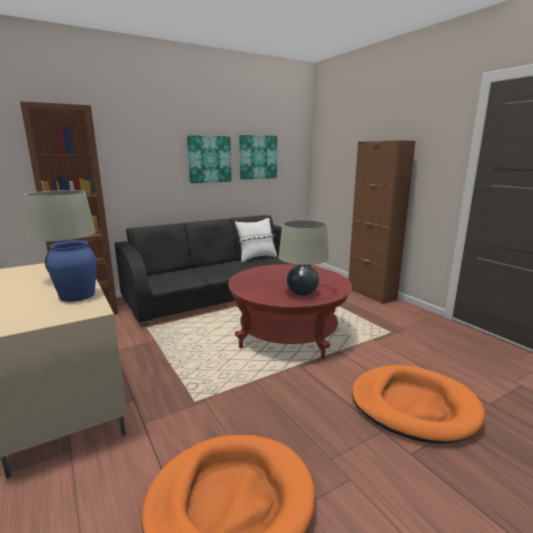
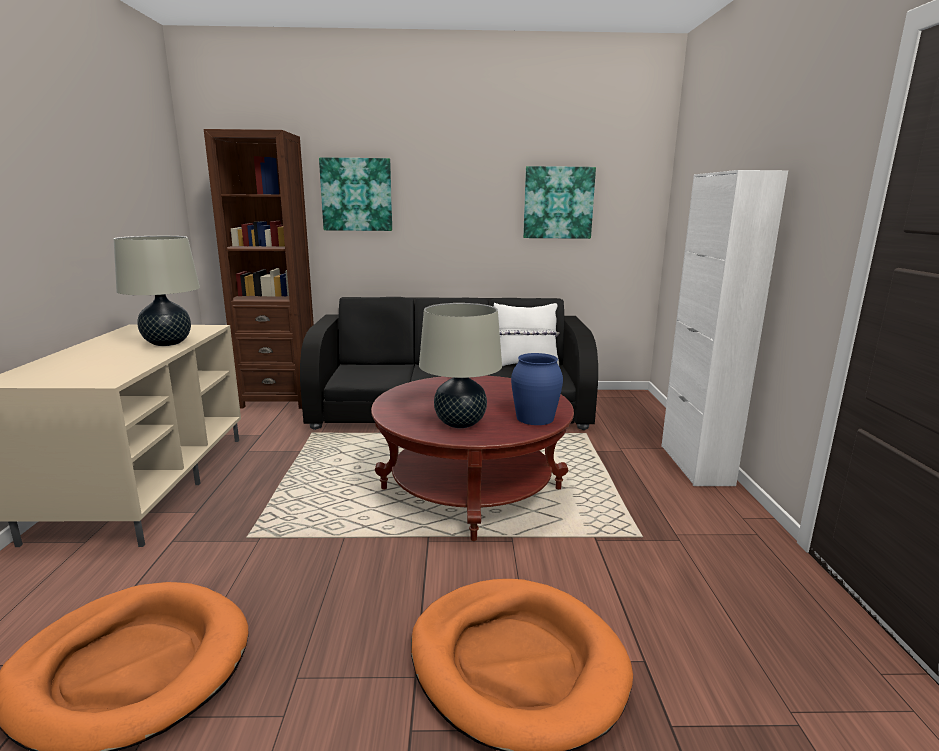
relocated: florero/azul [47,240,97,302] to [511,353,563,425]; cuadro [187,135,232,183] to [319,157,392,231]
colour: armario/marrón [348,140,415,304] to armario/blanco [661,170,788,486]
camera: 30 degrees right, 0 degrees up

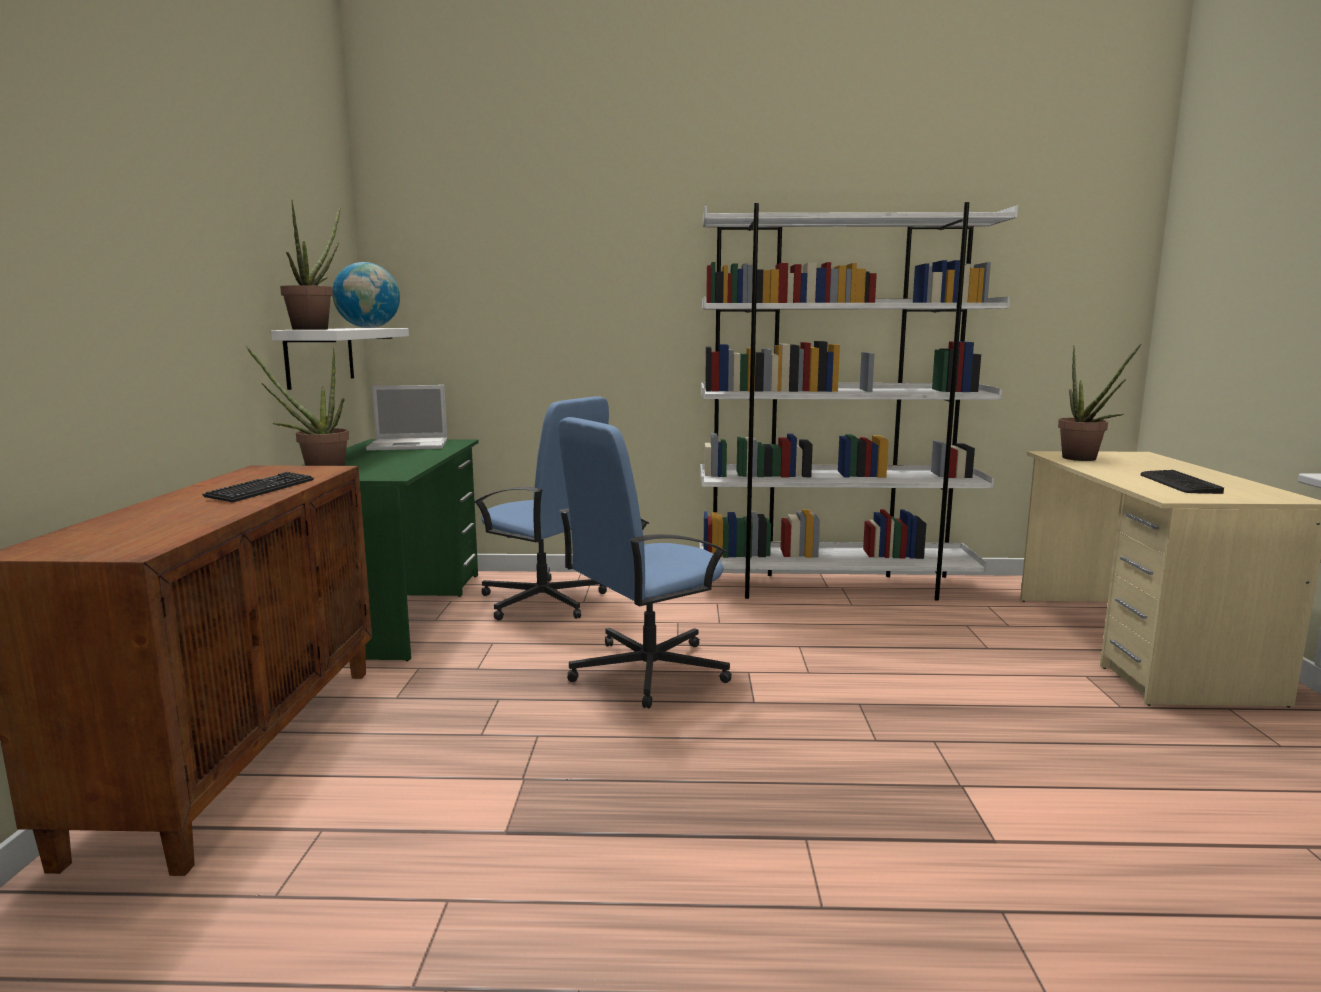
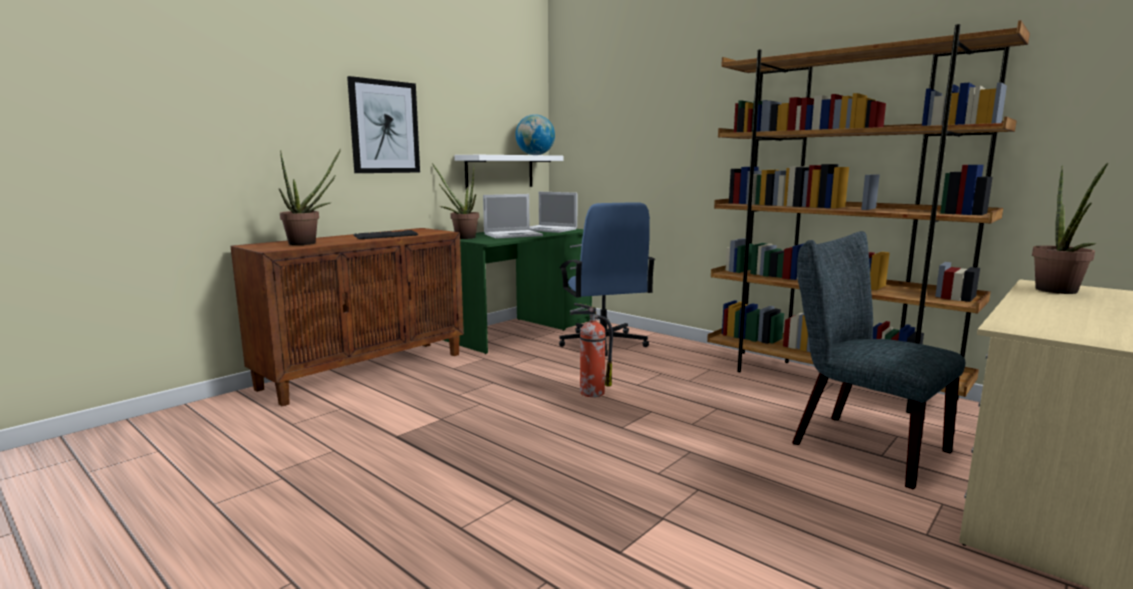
missing: teclado [1140,470,1224,494]
appeared: cuadro [347,76,420,173]; portátil [483,194,543,239]; silla/gris [792,231,965,490]
relocated: planta en maceta [280,200,340,330] to [279,148,341,245]
exchanged: silla de oficina/azul [559,417,732,708] to extintor [570,303,613,397]
colour: estantería/blanco [699,202,1018,601] to estantería/marrón [707,20,1030,413]
camera: 40 degrees right, 0 degrees up

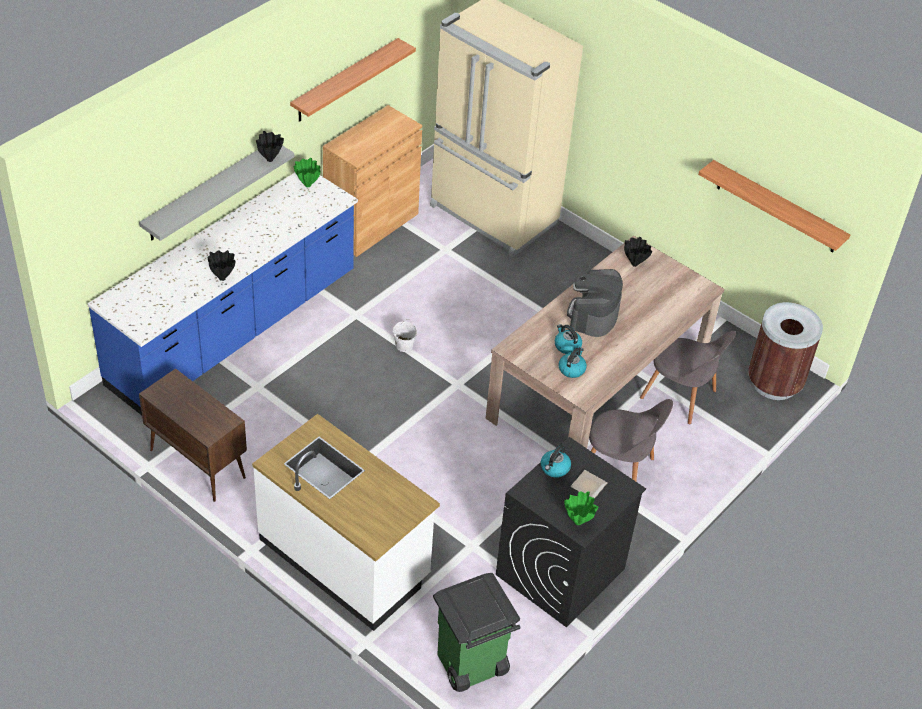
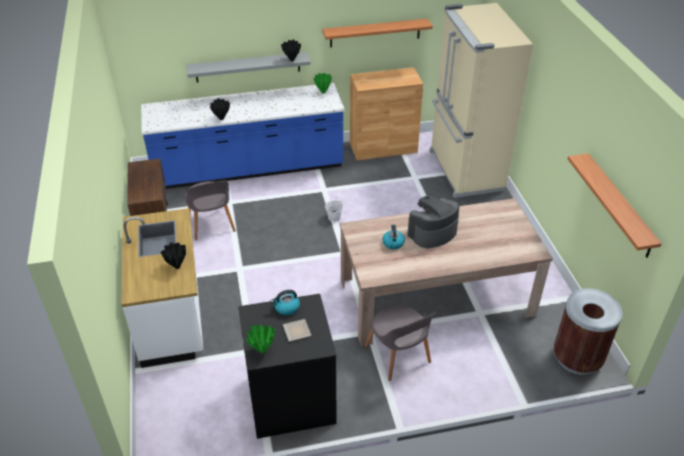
missing: papelera/verde [433,573,520,692]; hervidor [558,347,587,378]
relocated: florero/negro [624,237,652,267] to [161,242,186,269]; silla/gris [640,331,736,424] to [185,181,236,240]
camera: 40 degrees right, 5 degrees down

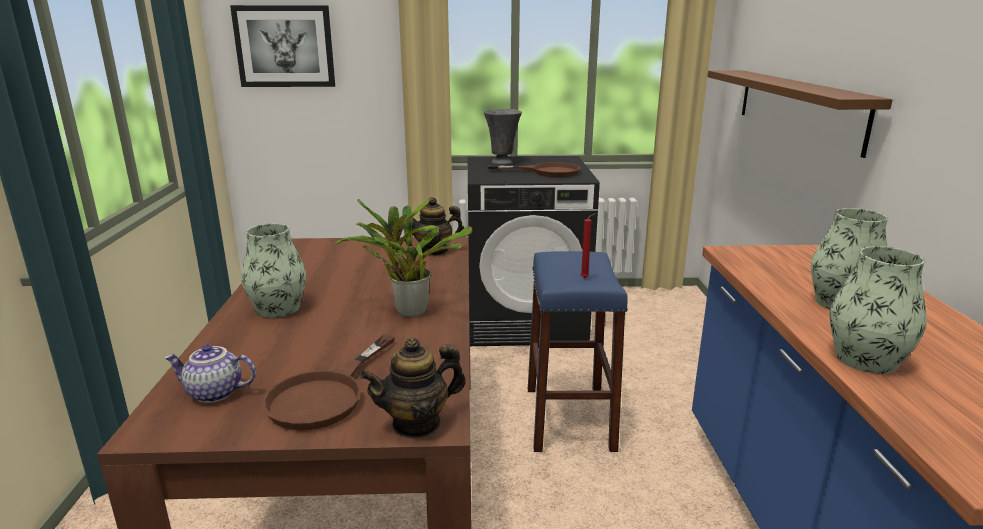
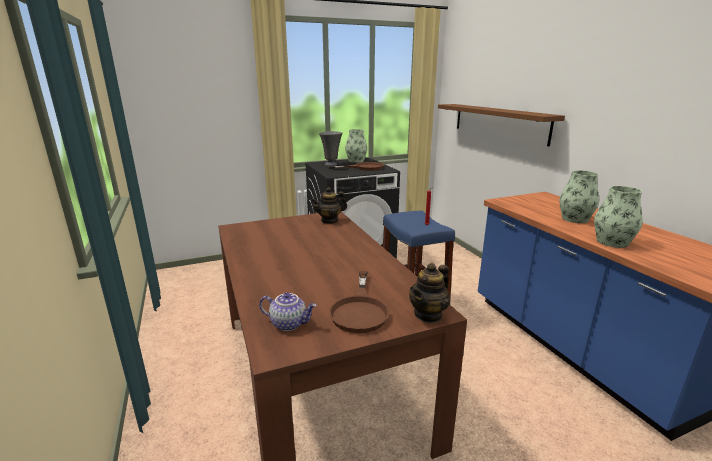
missing: cuadro [230,5,335,87]; planta en maceta [335,199,472,317]
relocated: florero [241,224,306,318] to [345,129,368,163]
spun: tetera [164,344,256,403] = [259,292,317,331] 150 degrees counterclockwise
camera: 20 degrees left, 0 degrees up

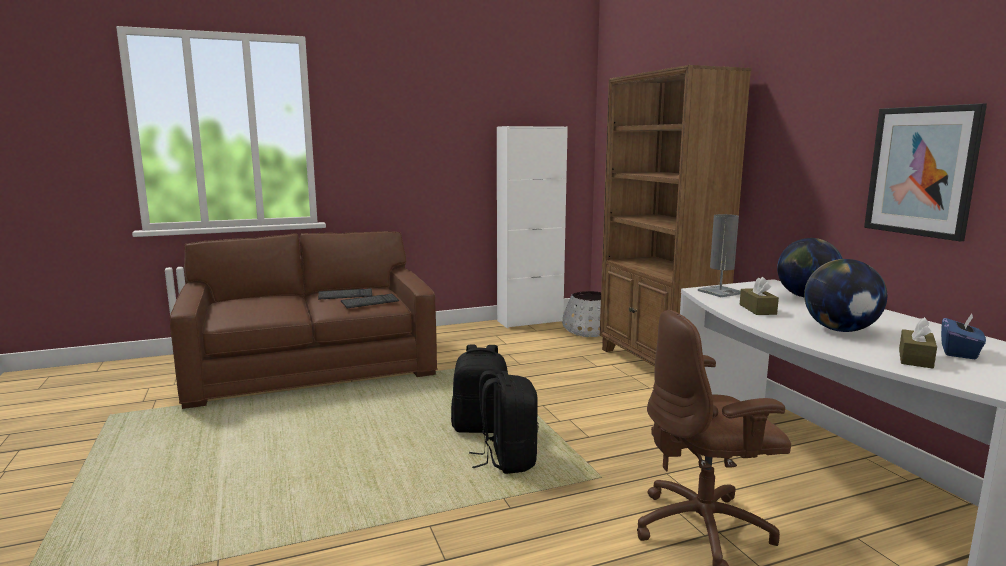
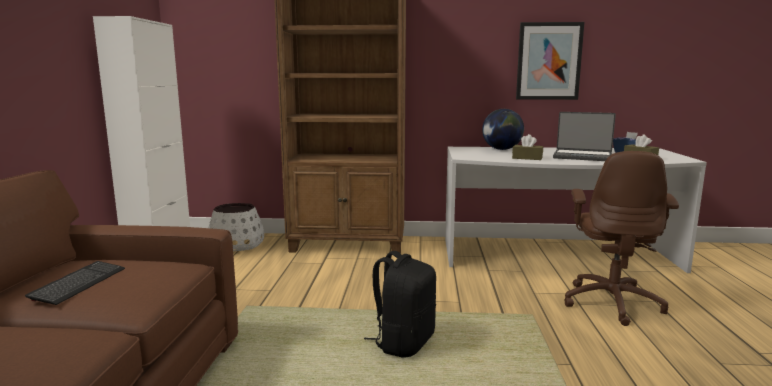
missing: teclado [341,294,399,308]; mochila/negro [469,370,538,474]; lámpara de mesa/gris [698,214,741,297]
exchanged: globo terráqueo [804,259,887,332] to portátil [553,112,616,161]
camera: 65 degrees left, 0 degrees up

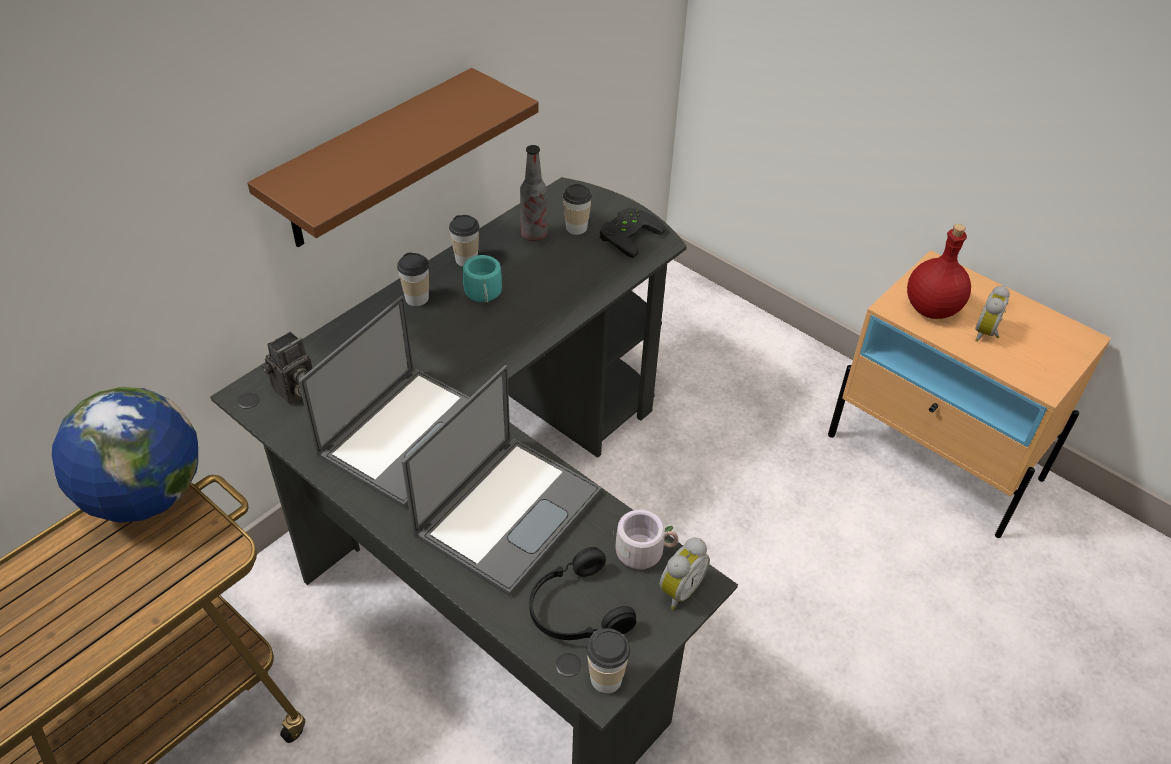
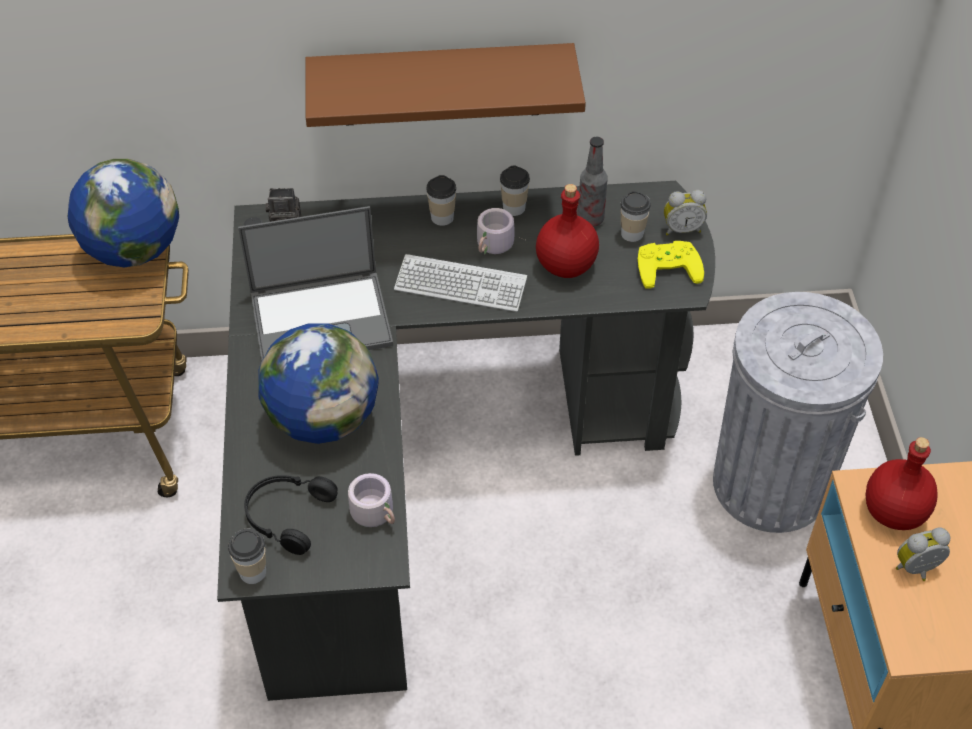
appeared: teclado [394,254,527,312]; botella/rojo [536,184,599,278]; papelera/gris [713,292,883,533]
relocated: despertador [660,538,710,610] to [664,190,707,236]
exchanged: portátil [402,365,602,596] to globo terráqueo [258,323,379,444]
colour: taza grande/turquesa [463,255,504,302] to taza grande/gris [477,208,525,255]; mando de consola/negro [600,208,666,258] to mando de consola/amarillo [638,241,704,289]
camera: 45 degrees right, 5 degrees up

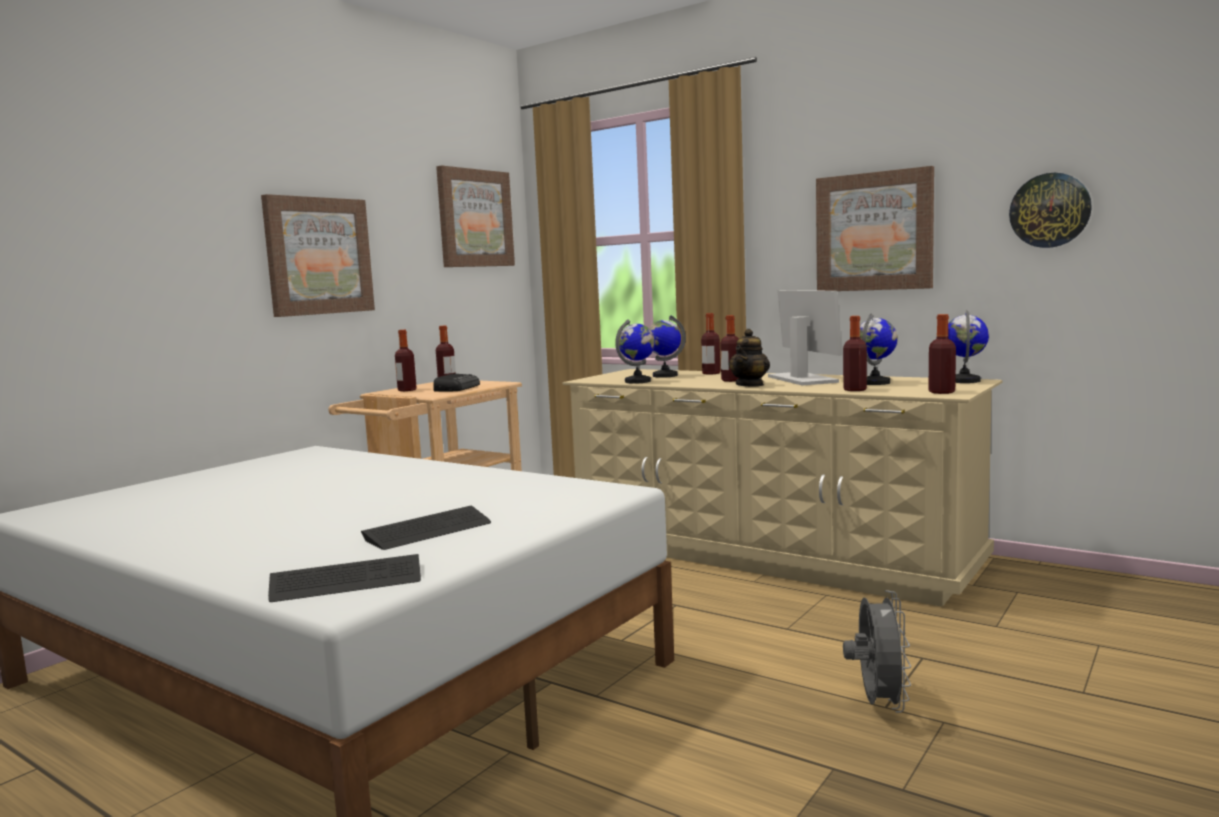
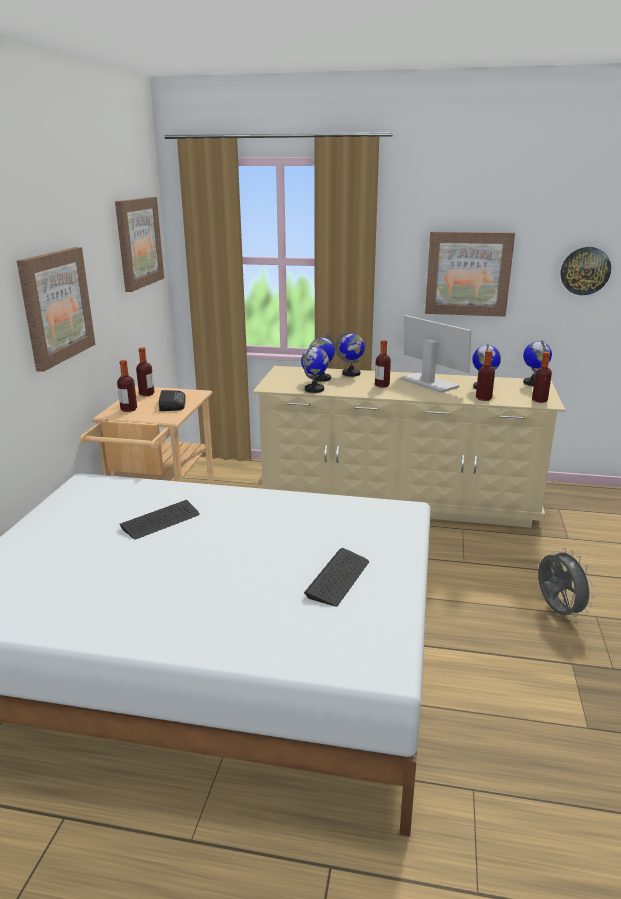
missing: tetera [728,329,770,387]
relocated: teclado [268,554,421,602] to [120,500,200,540]
exchanged: botella [701,313,720,375] to globo terráqueo [335,331,365,376]
camera: 25 degrees left, 15 degrees up

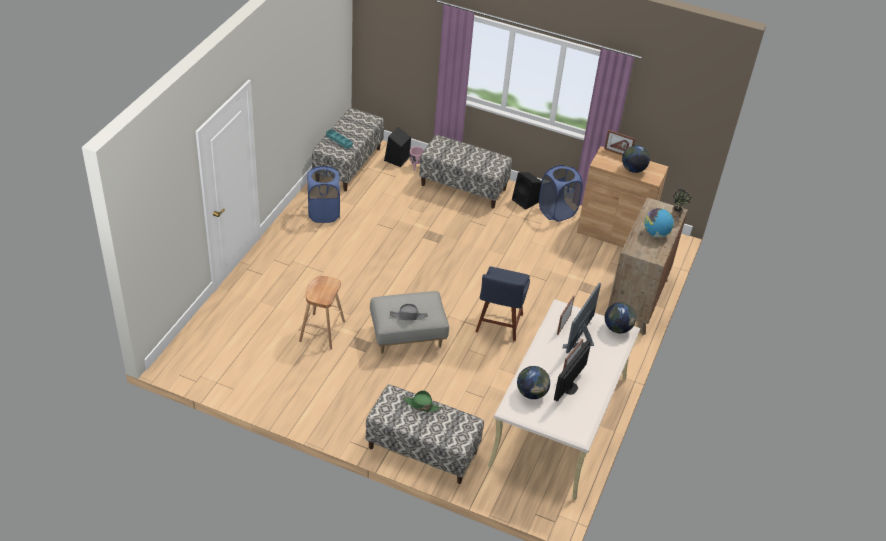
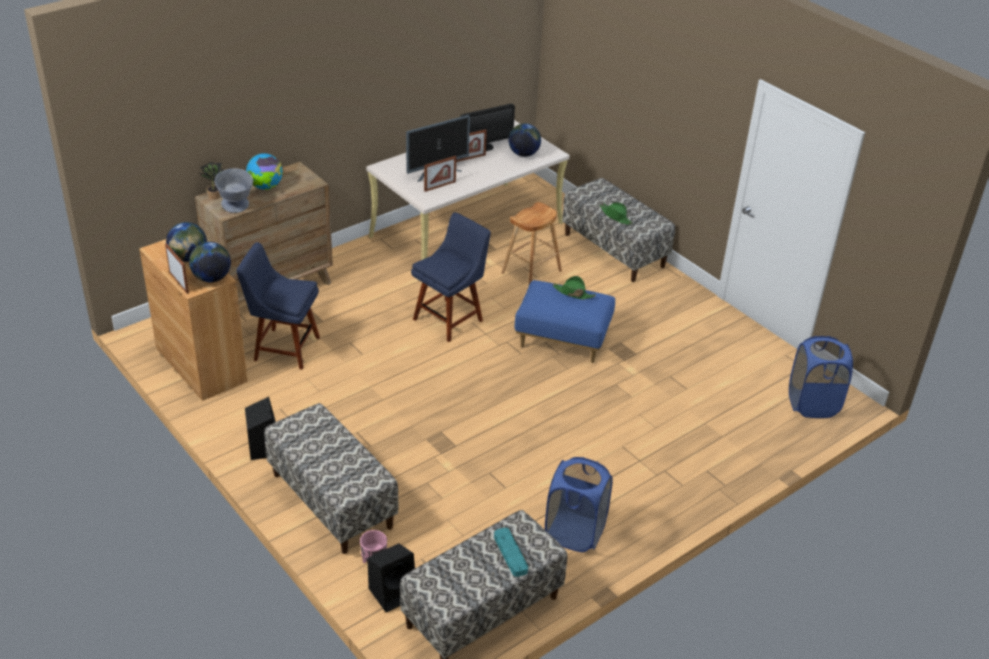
appeared: cuenco/gris [215,168,253,213]; silla/azul [236,242,320,369]
relocated: taburete/marrón [299,276,345,350] to [501,202,562,285]; cesto de la ropa/azul [539,165,583,222] to [789,336,853,418]; globo terráqueo [605,302,636,333] to [189,242,231,282]
colour: puf/gris [370,291,449,354] to puf/azul [515,280,615,363]; sombrero/gris [390,304,427,320] to sombrero/verde [552,276,596,299]
camera: 150 degrees left, 5 degrees down

